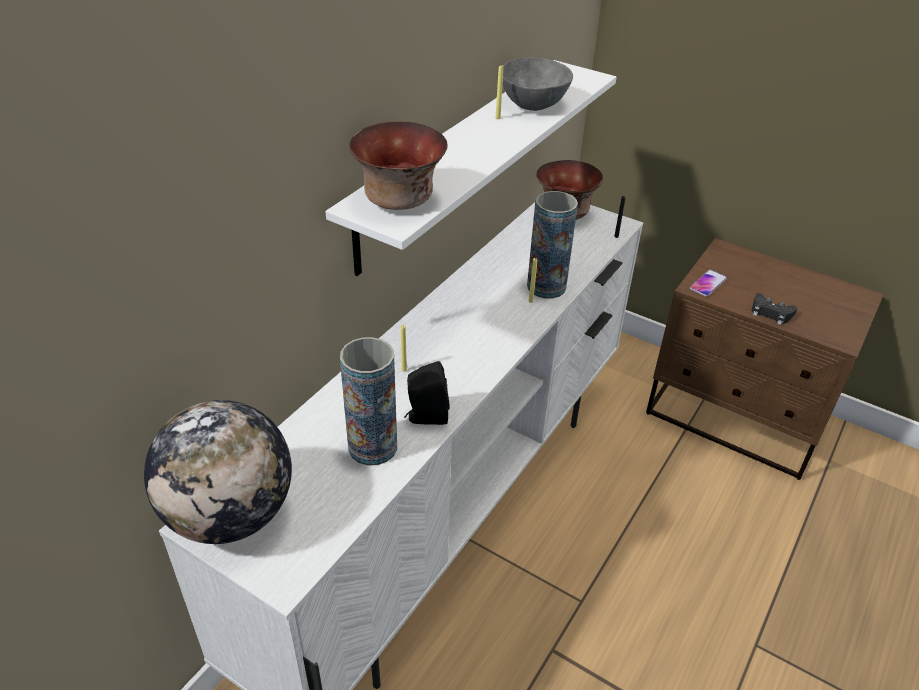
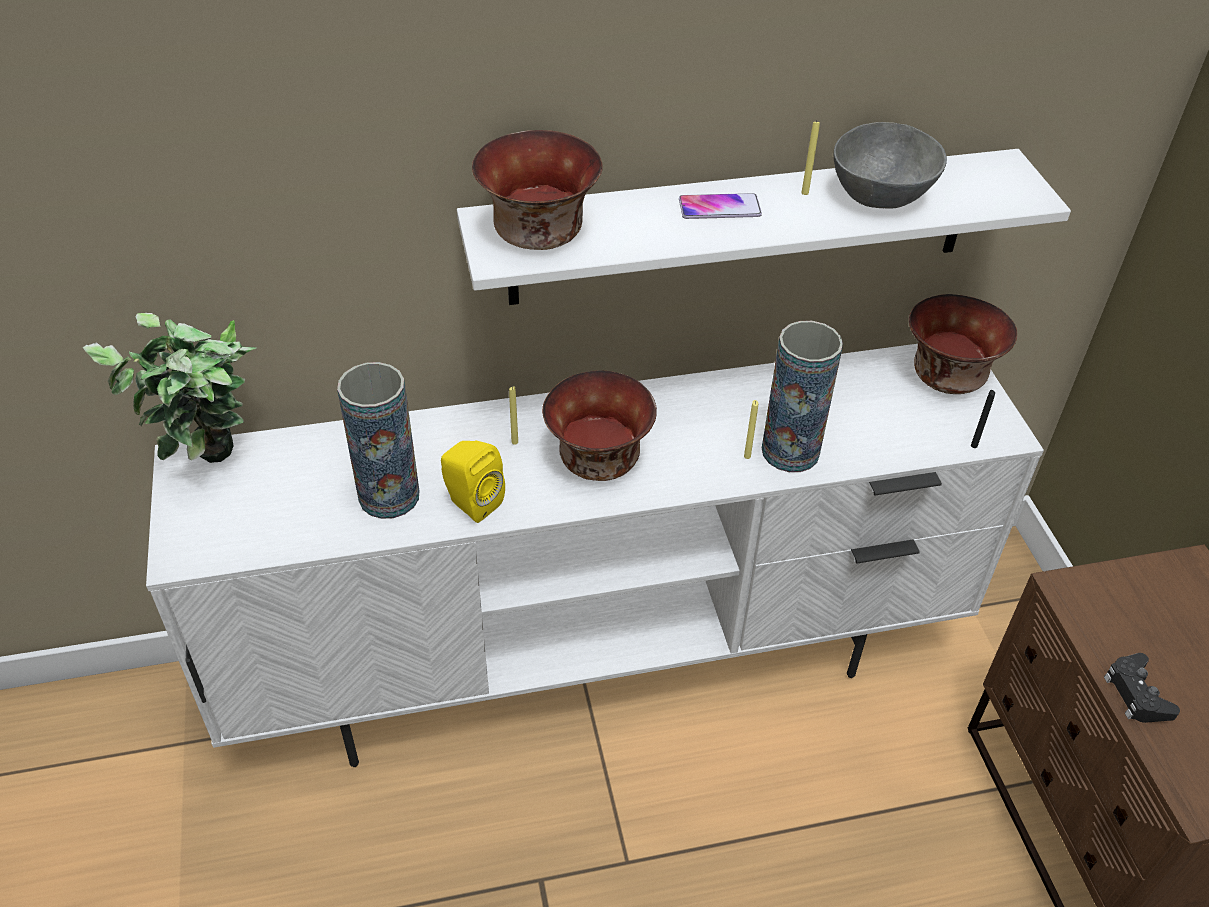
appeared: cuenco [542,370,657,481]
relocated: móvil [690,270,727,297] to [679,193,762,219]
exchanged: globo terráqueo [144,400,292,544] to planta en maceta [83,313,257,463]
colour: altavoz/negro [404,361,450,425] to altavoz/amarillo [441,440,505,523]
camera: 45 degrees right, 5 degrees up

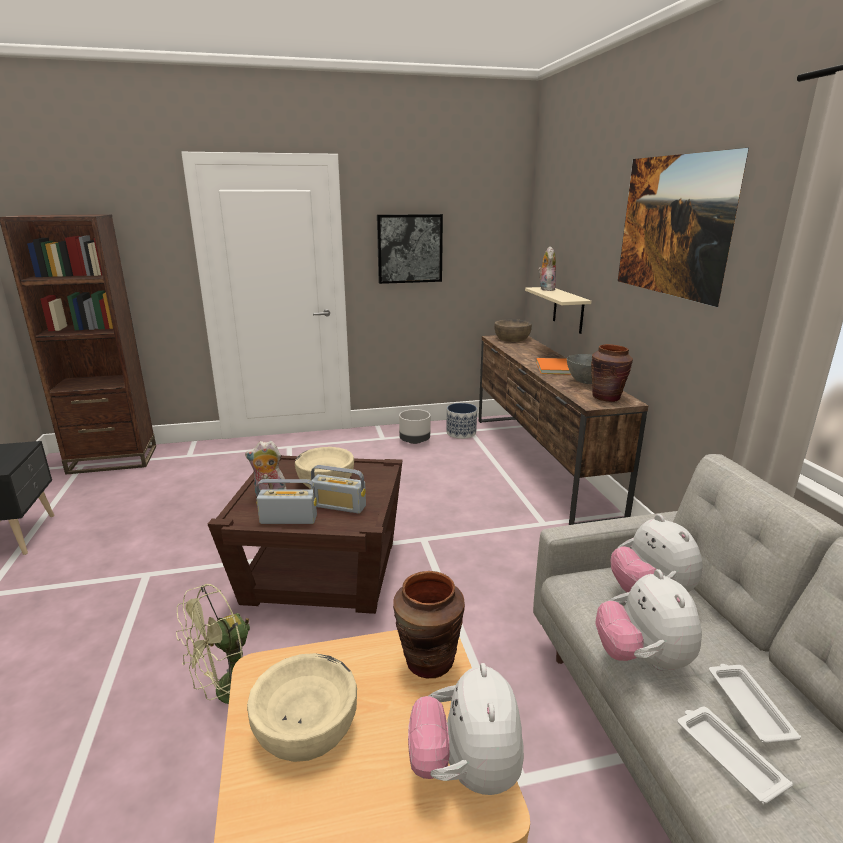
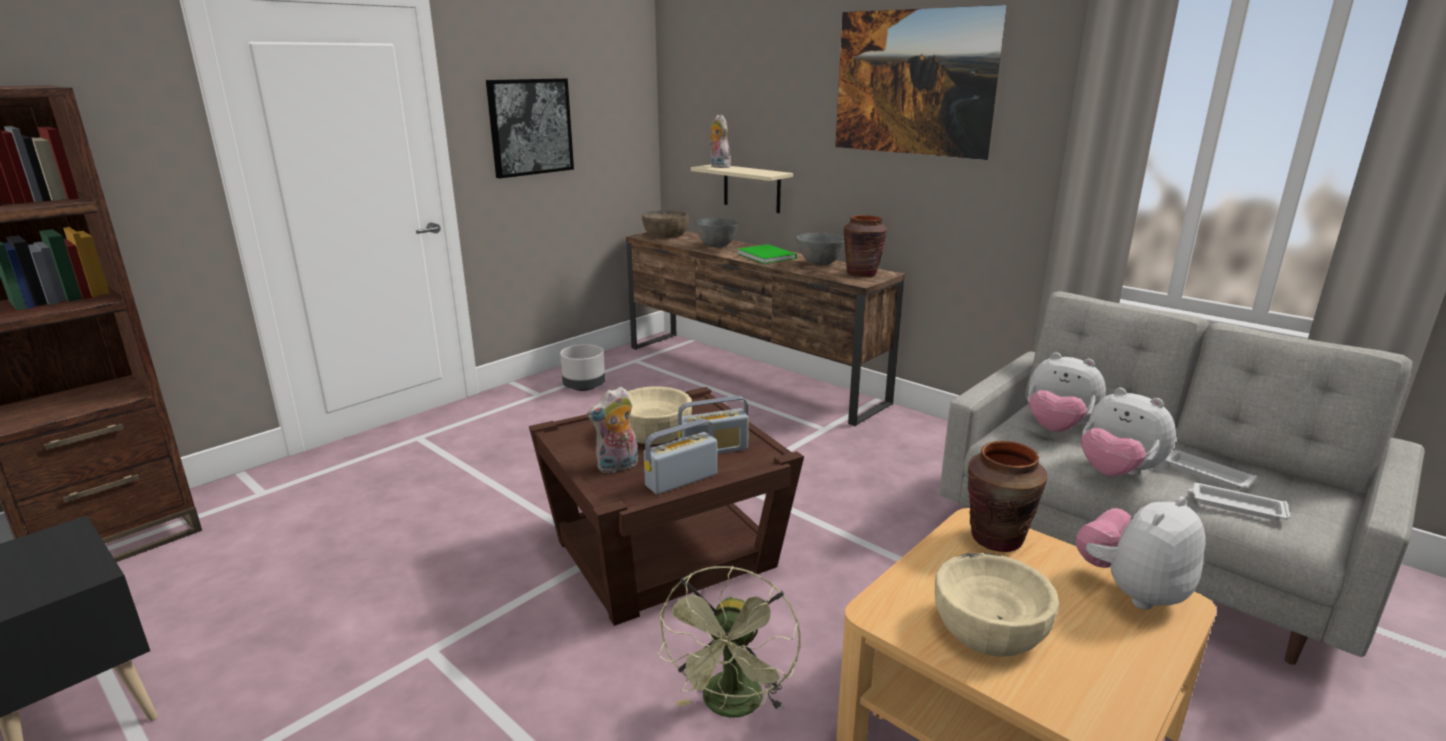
missing: maceta [446,403,477,439]
appeared: cuenco/gris [694,218,739,247]
colour: libro/naranja [536,358,571,374] to libro/verde [737,244,797,264]
spun: peluche [408,663,524,795] = [1076,496,1206,610] 90 degrees clockwise
camera: 35 degrees left, 0 degrees up

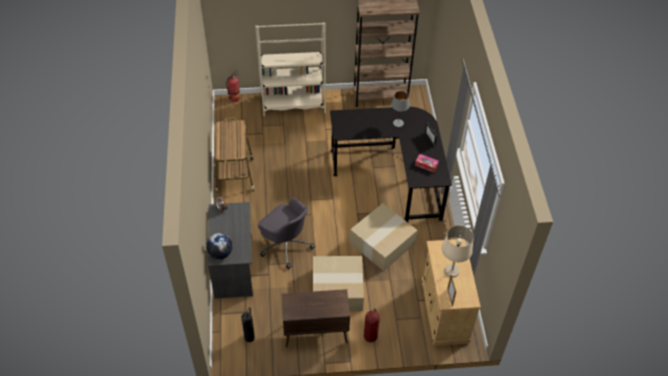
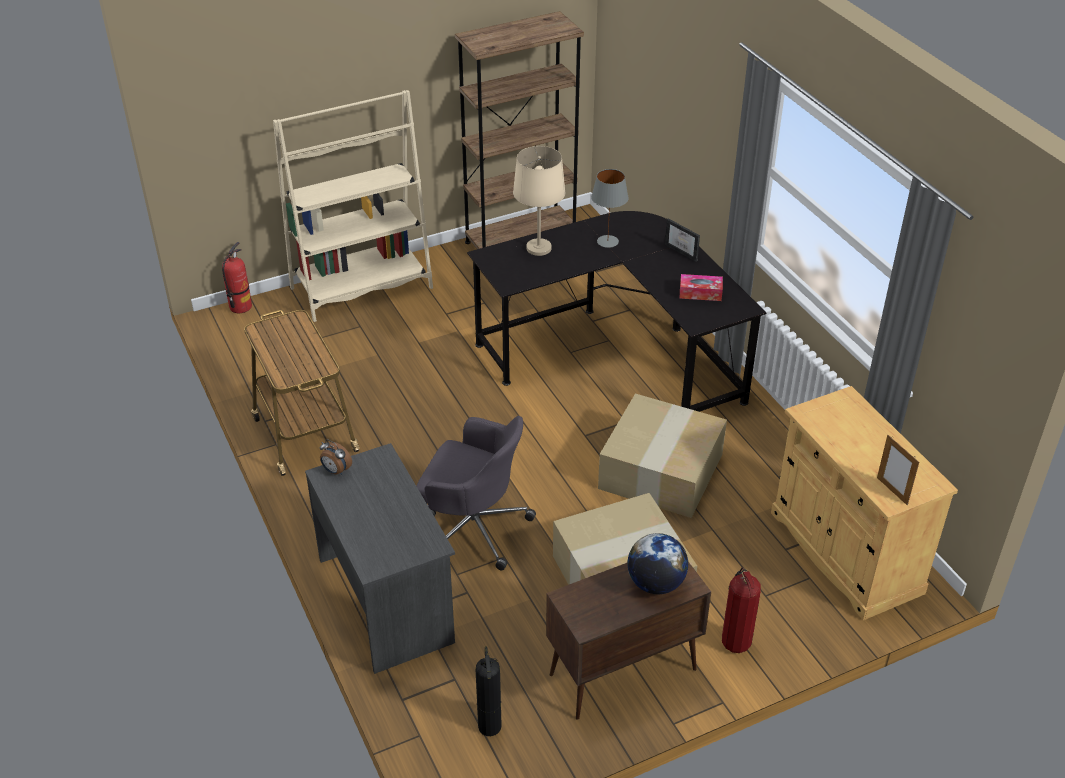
relocated: globo terráqueo [206,233,233,259] to [627,533,688,594]; lámpara de mesa/beis [442,225,474,278] to [513,146,565,256]
camera: 20 degrees left, 10 degrees down

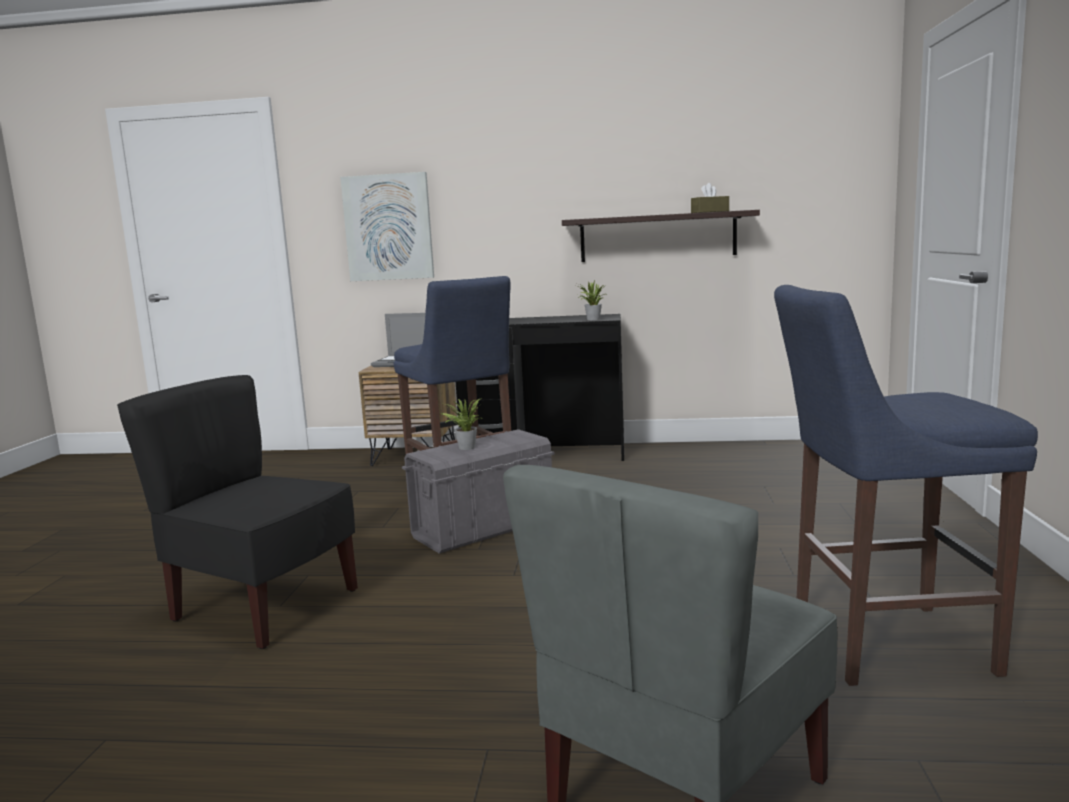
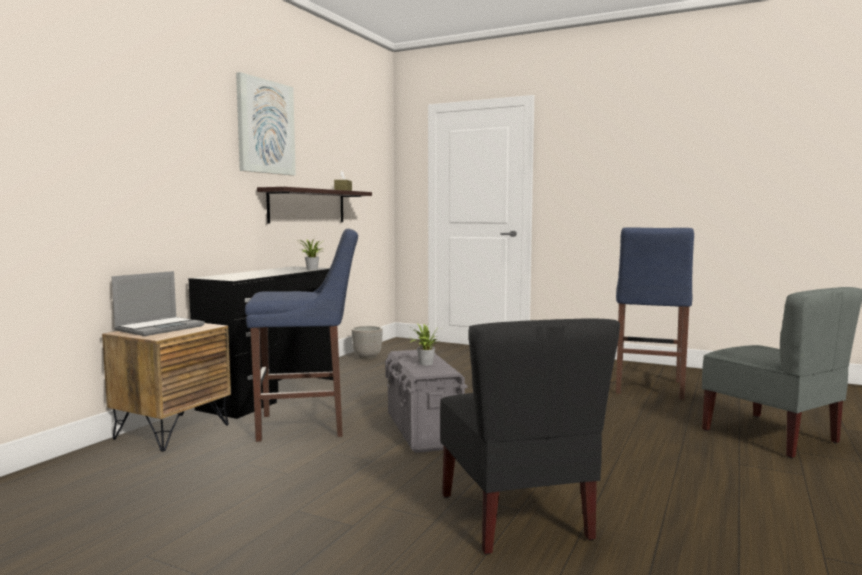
appeared: maceta [352,326,383,359]
relocated: cuadro [340,172,434,281] to [236,72,296,175]
spun: silla/negro [117,375,358,649] = [440,318,620,555] 60 degrees counterclockwise
camera: 70 degrees left, 5 degrees down

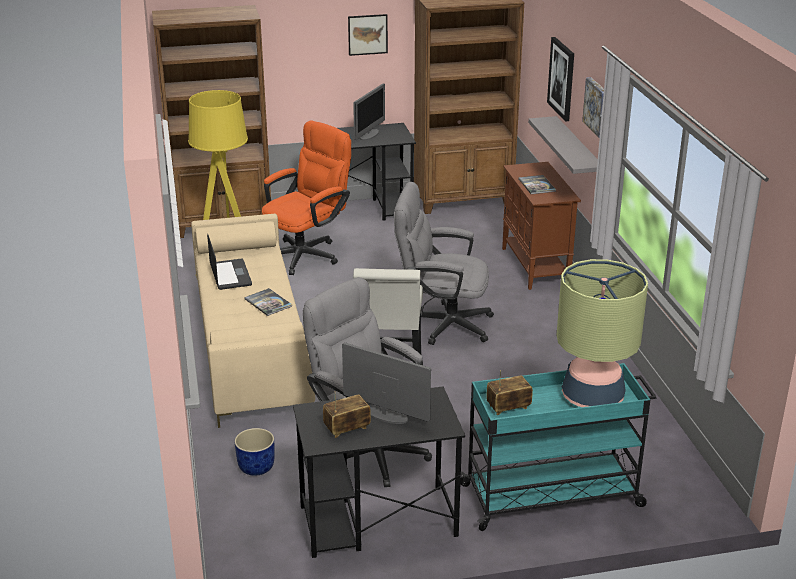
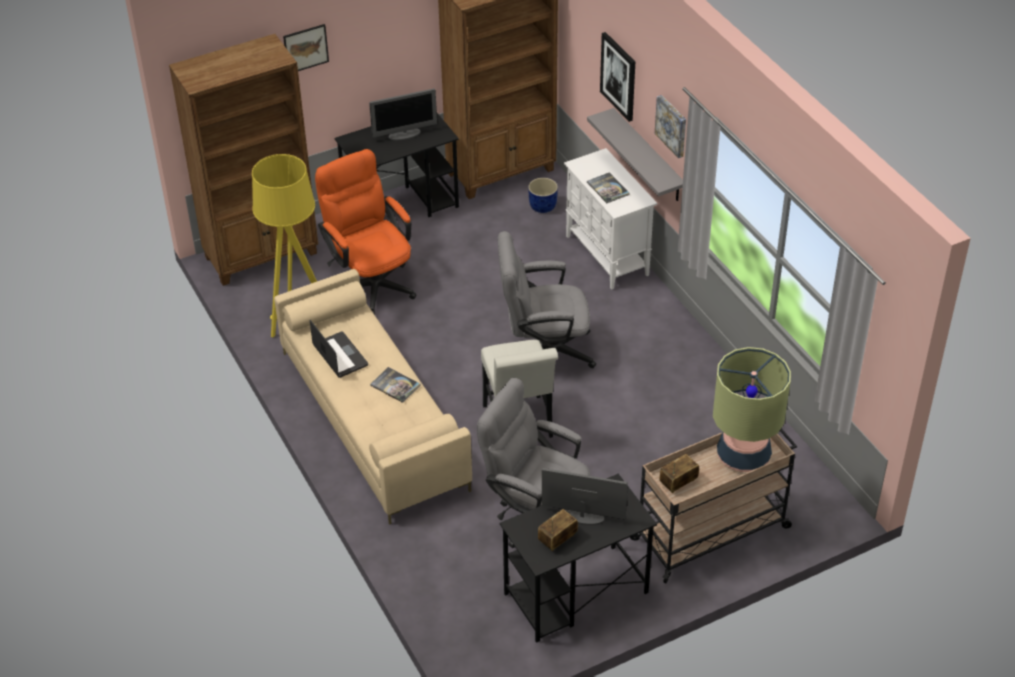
relocated: maceta/azul [235,428,275,476] to [528,178,558,213]; cuadro [348,14,388,56] to [283,24,329,71]
colour: carrito/turquesa [460,363,657,531] to carrito/beis [630,428,797,583]; armario/marrón [502,162,581,290] to armario/blanco [564,148,657,290]
spun: silla de oficina/naranja [262,120,351,275] = [315,149,416,315] 60 degrees counterclockwise; monitor [353,84,385,140] = [369,88,437,140] 60 degrees clockwise
camera: 15 degrees left, 15 degrees up

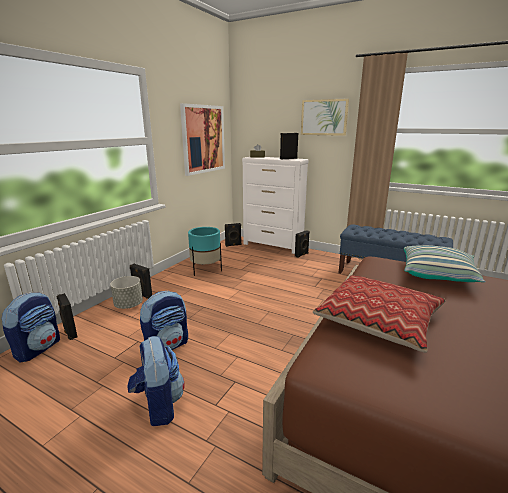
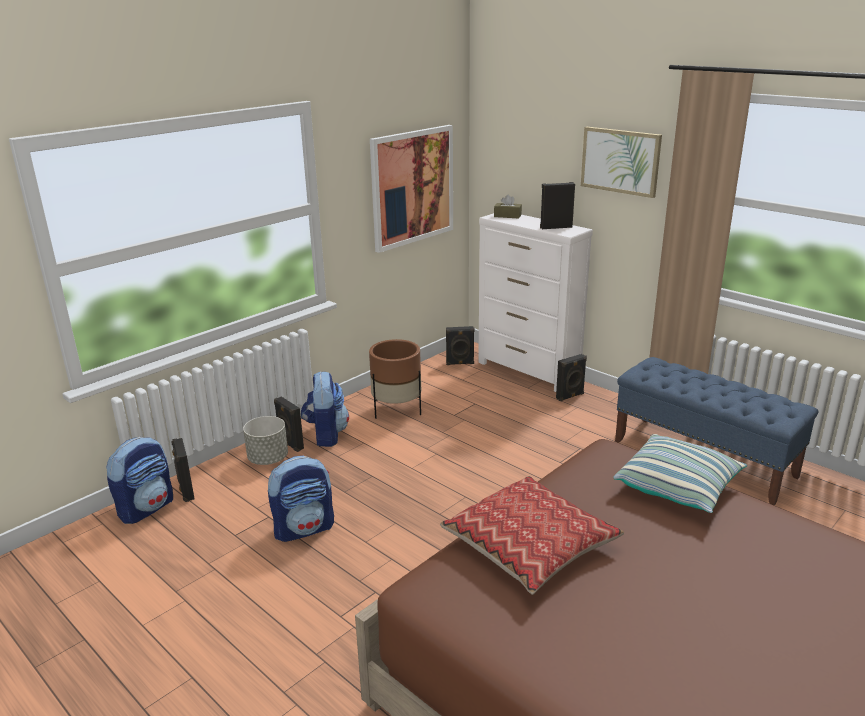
relocated: mochila [127,336,185,426] to [301,371,349,447]
colour: maceta/turquesa [188,227,222,276] to maceta/marrón [369,339,422,419]
camera: 15 degrees right, 5 degrees up

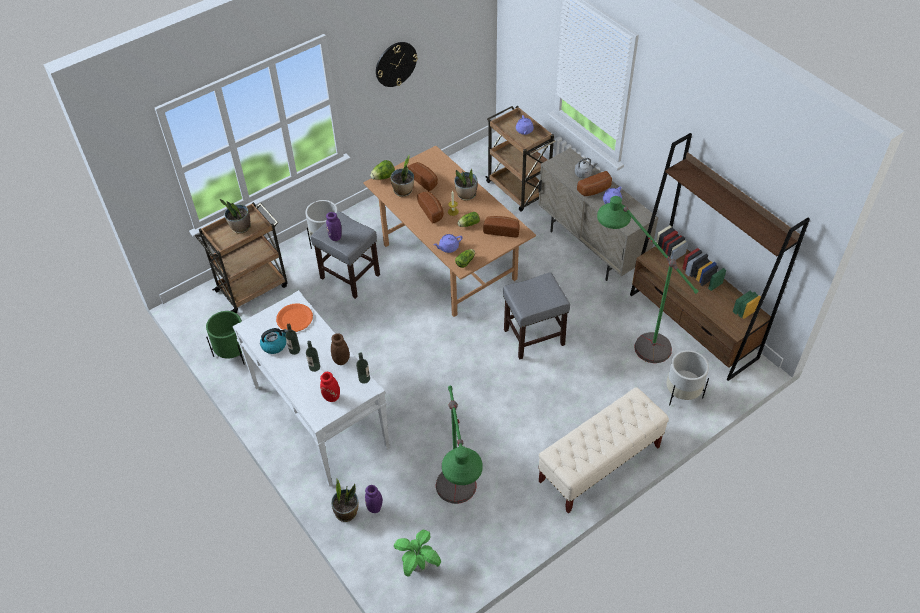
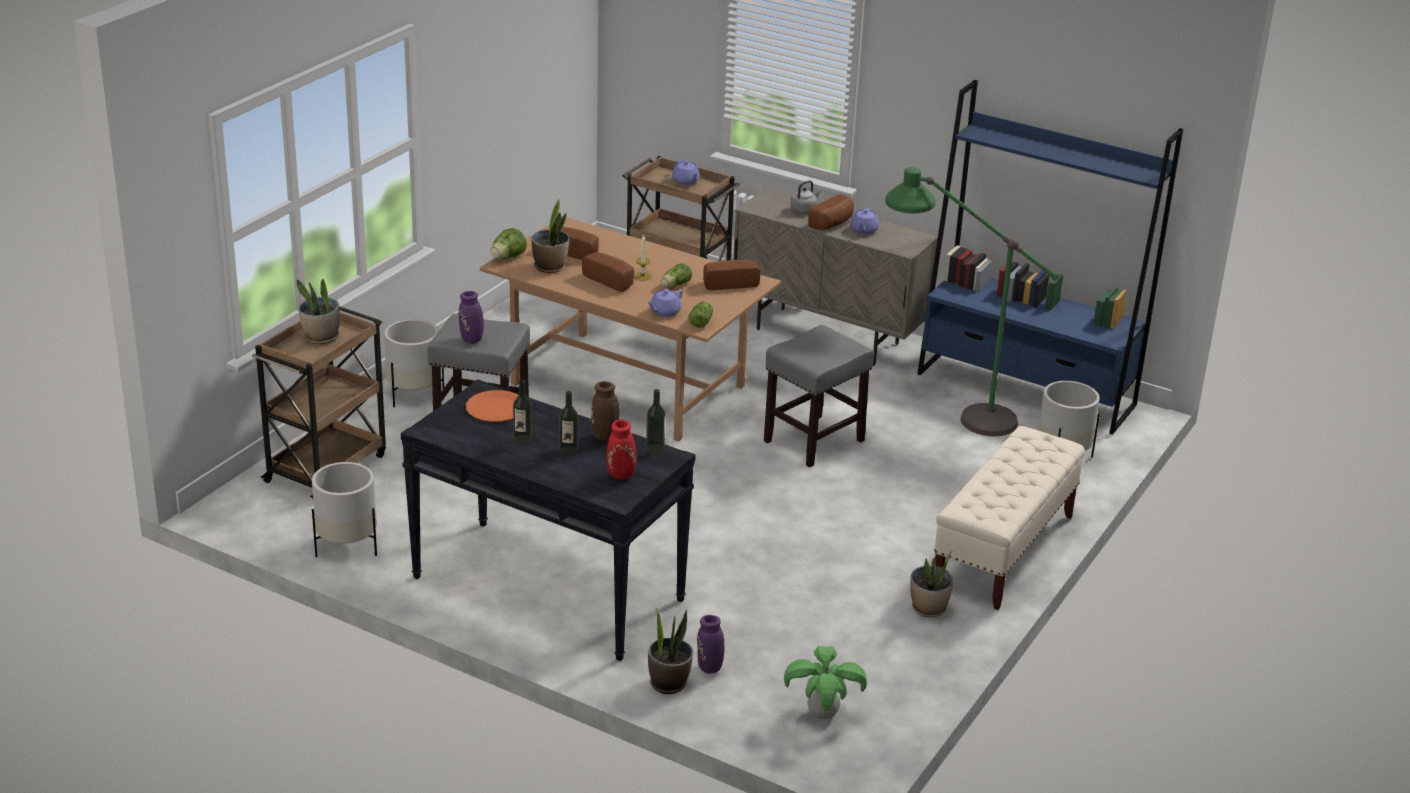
missing: hervidor [260,328,288,354]; reloj de pared [376,42,418,87]; lámpara de pie/verde [436,386,483,504]
relocated: planta en maceta [454,169,477,201] to [911,550,954,617]
colour: maceta/verde [206,311,245,365] to maceta/blanco [312,462,377,557]; mesa consola/blanco [233,290,390,486] to mesa consola/negro [401,380,696,661]; estantería/marrón [630,133,810,381] to estantería/azul [917,80,1183,435]
camera: 25 degrees left, 20 degrees down

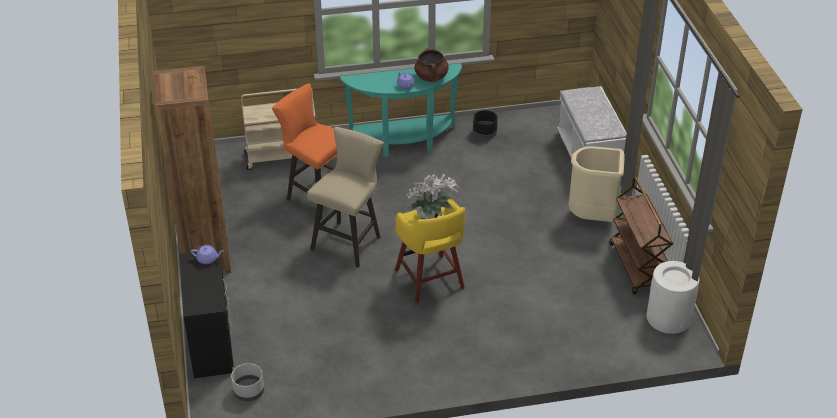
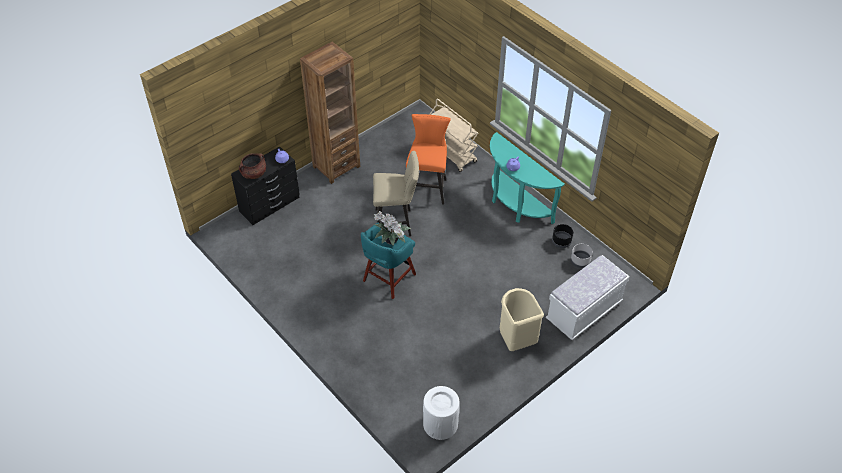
missing: carrito/marrón [609,177,673,295]
relocated: maceta/gris [231,363,264,401] to [571,244,593,268]; olla/marrón [414,48,449,82] to [239,153,266,179]
colour: taburete/amarillo [395,199,465,303] to taburete/turquesa [361,223,416,299]
camera: 60 degrees right, 10 degrees up

